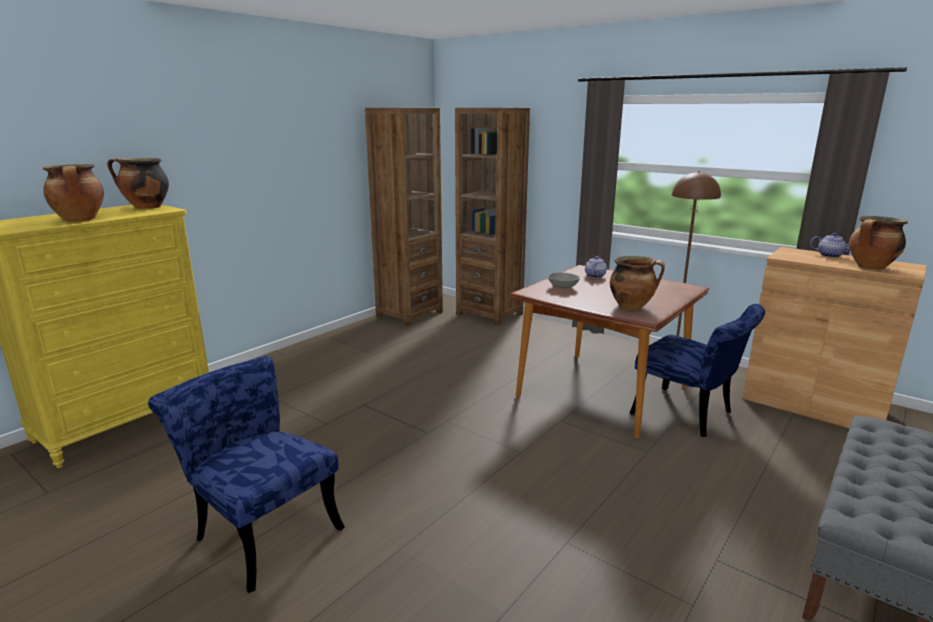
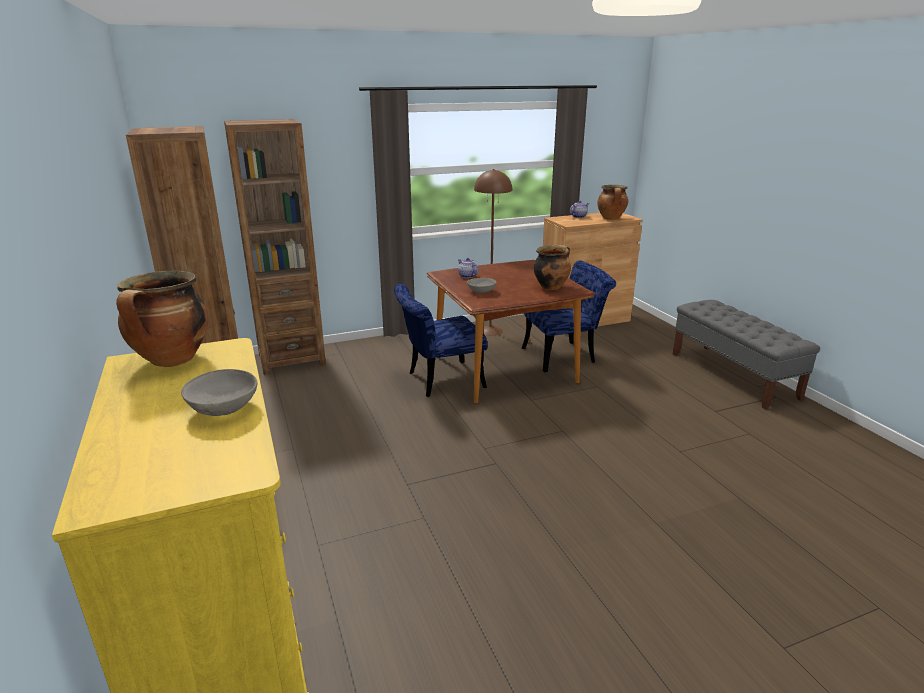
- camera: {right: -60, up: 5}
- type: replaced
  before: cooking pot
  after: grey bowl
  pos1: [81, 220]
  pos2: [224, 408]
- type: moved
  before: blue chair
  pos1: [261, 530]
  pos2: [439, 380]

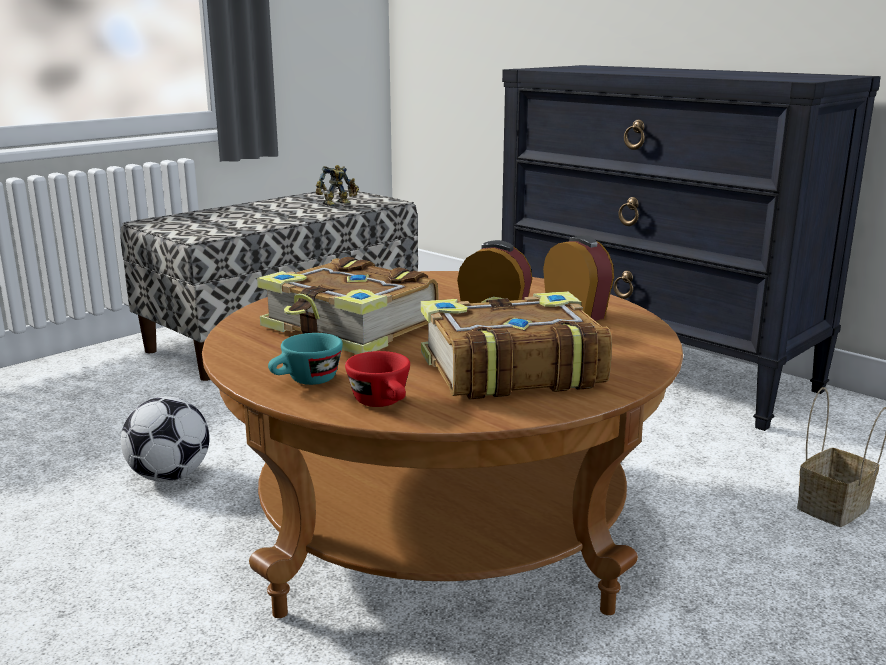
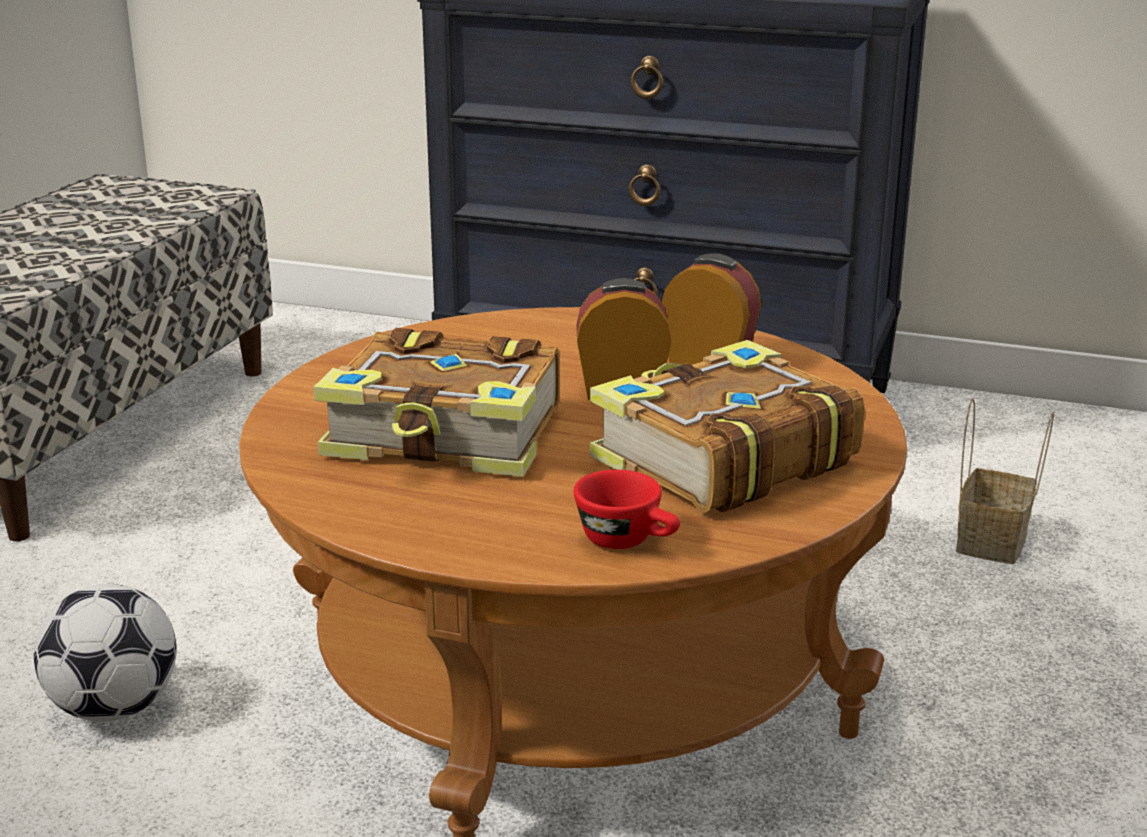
- camera: {right: -25, up: 5}
- type: removed
  before: turquoise cup
  pos1: [306, 381]
- type: removed
  before: toy robot
  pos1: [338, 204]

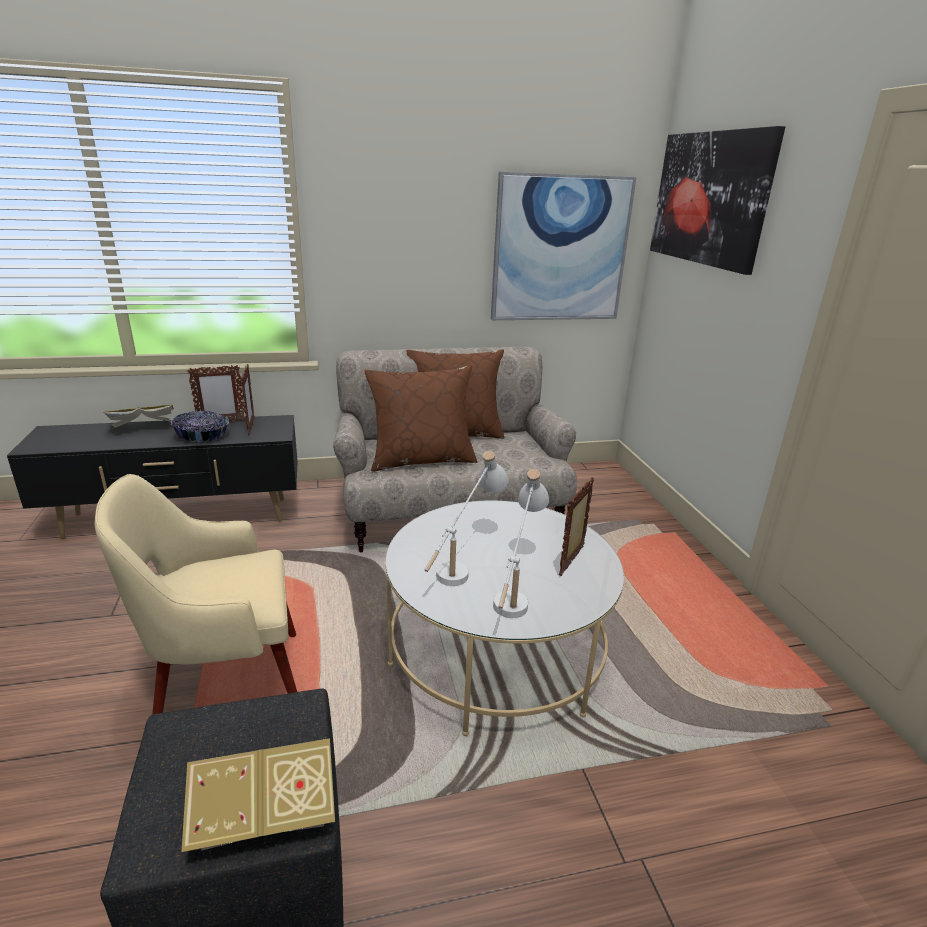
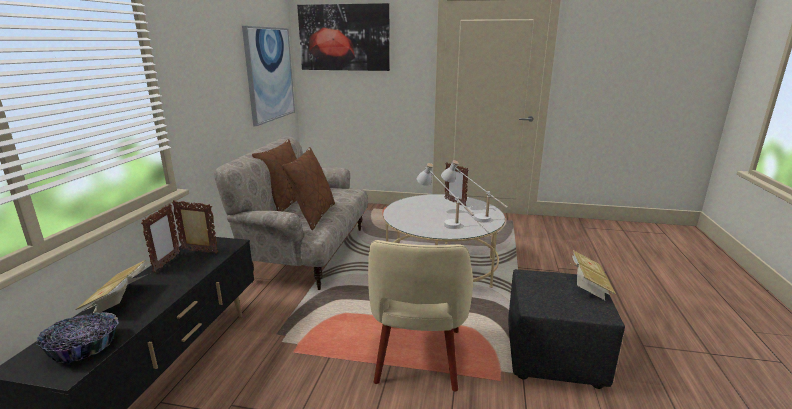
- camera: {right: -65, up: -5}
- type: moved
  before: bowl
  pos1: [202, 436]
  pos2: [84, 348]

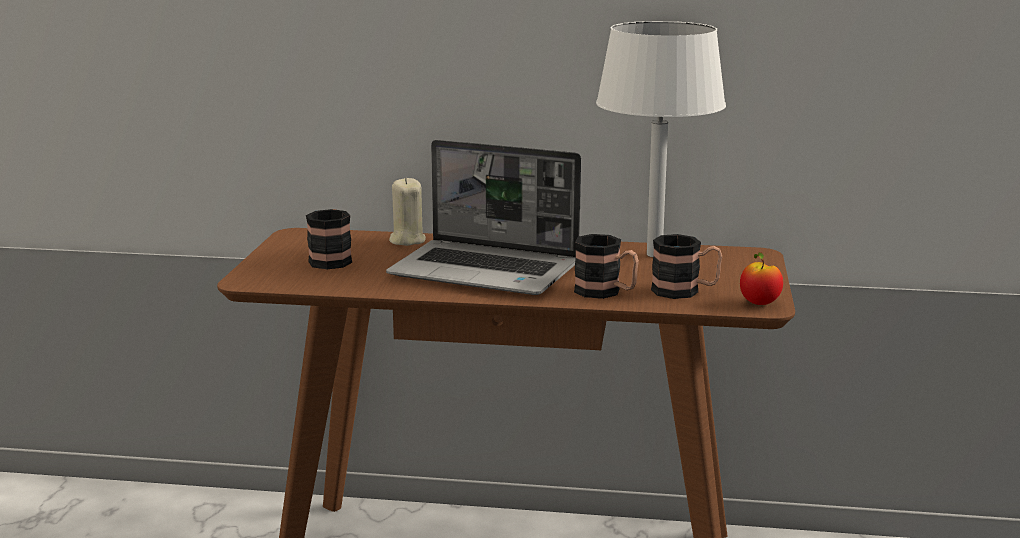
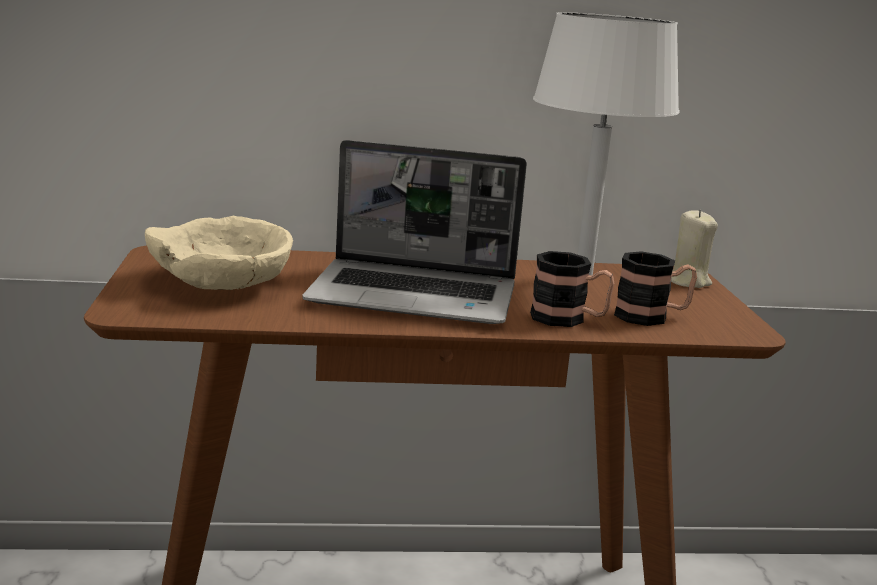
- camera: {right: -15, up: 0}
- type: replaced
  before: mug
  after: beige bowl
  pos1: [331, 259]
  pos2: [220, 282]
- type: moved
  before: beige candle
  pos1: [407, 240]
  pos2: [687, 281]
- type: removed
  before: apple
  pos1: [759, 303]

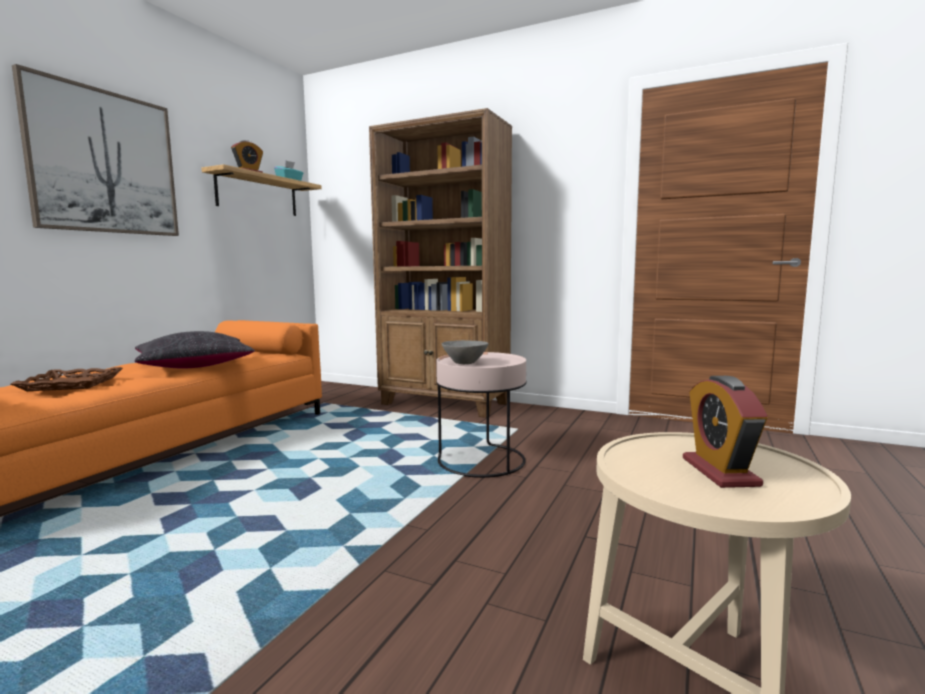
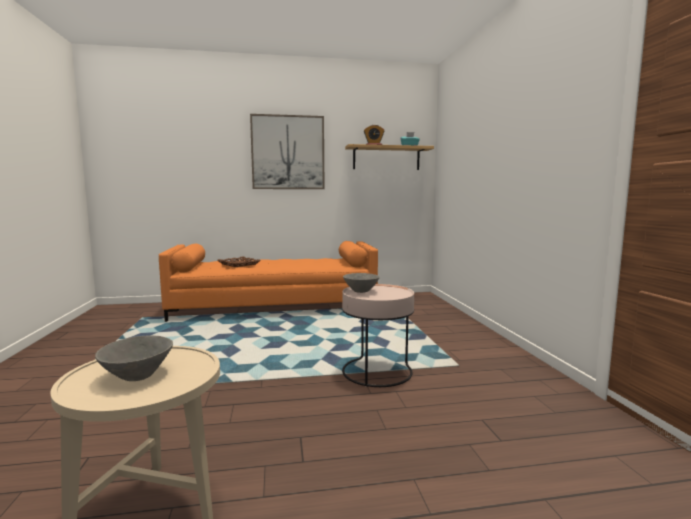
- camera: {right: 55, up: 0}
- type: removed
  before: black pillow
  pos1: [195, 366]
- type: removed
  before: brown bookcase
  pos1: [445, 404]
- type: replaced
  before: alarm clock
  after: grey bowl
  pos1: [719, 472]
  pos2: [137, 376]

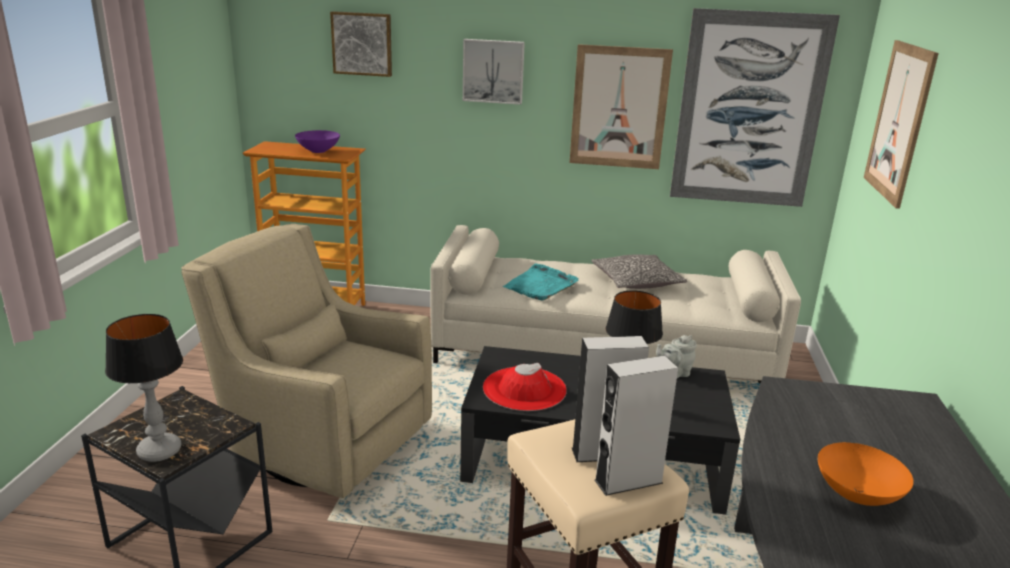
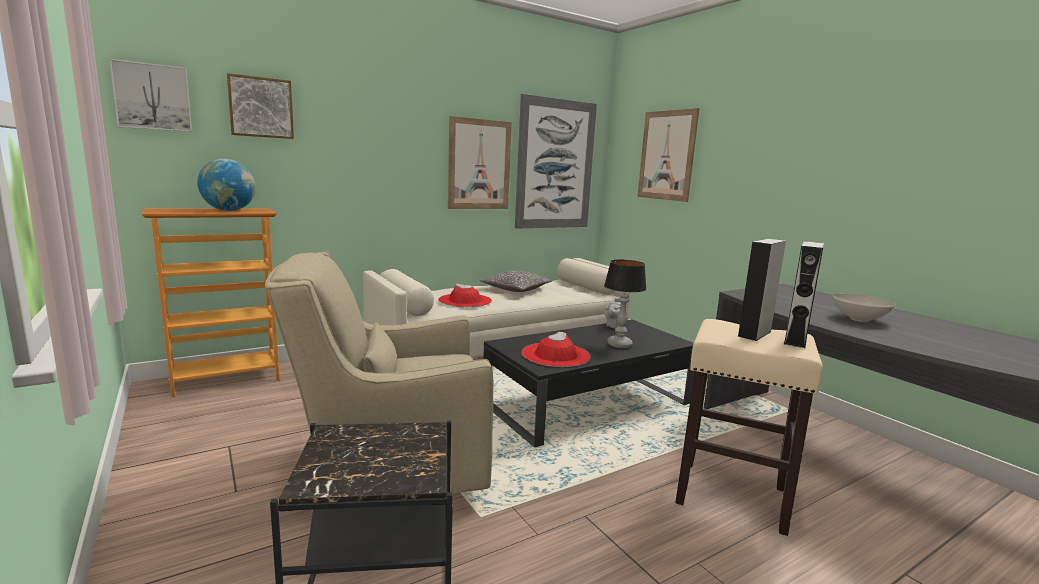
- camera: {right: -40, up: -10}
- type: removed
  before: table lamp
  pos1: [160, 451]
- type: replaced
  before: purple bowl
  after: globe
  pos1: [319, 151]
  pos2: [229, 210]
- type: moved
  before: picture
  pos1: [493, 71]
  pos2: [153, 97]
- type: replaced
  before: turquoise tray
  after: red hat
  pos1: [540, 285]
  pos2: [465, 300]
- type: recoloured
  before: orange bowl
  after: white bowl
  pos1: [858, 495]
  pos2: [858, 319]

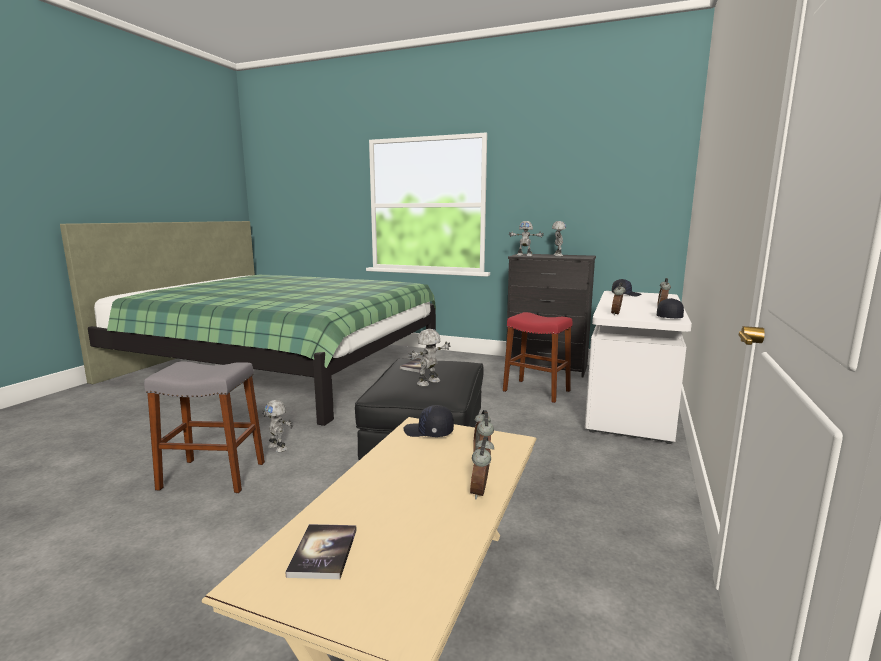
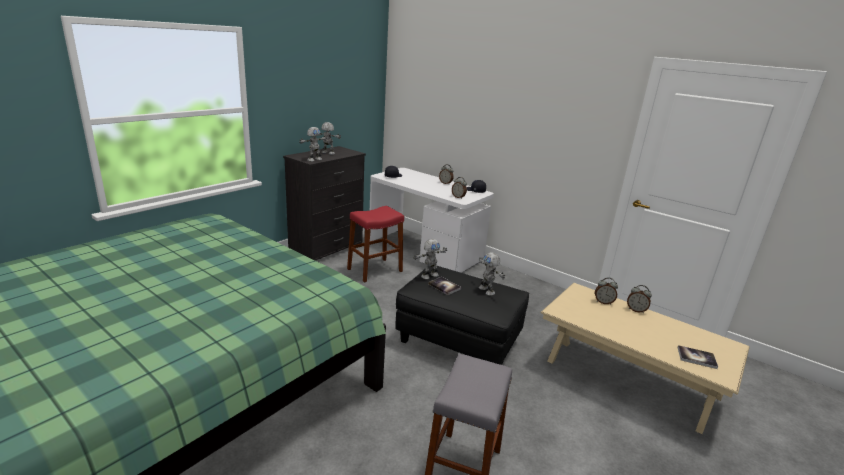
- camera: {right: -75, up: 10}
- type: moved
  before: toy robot
  pos1: [278, 447]
  pos2: [429, 275]
- type: removed
  before: black cap
  pos1: [428, 432]

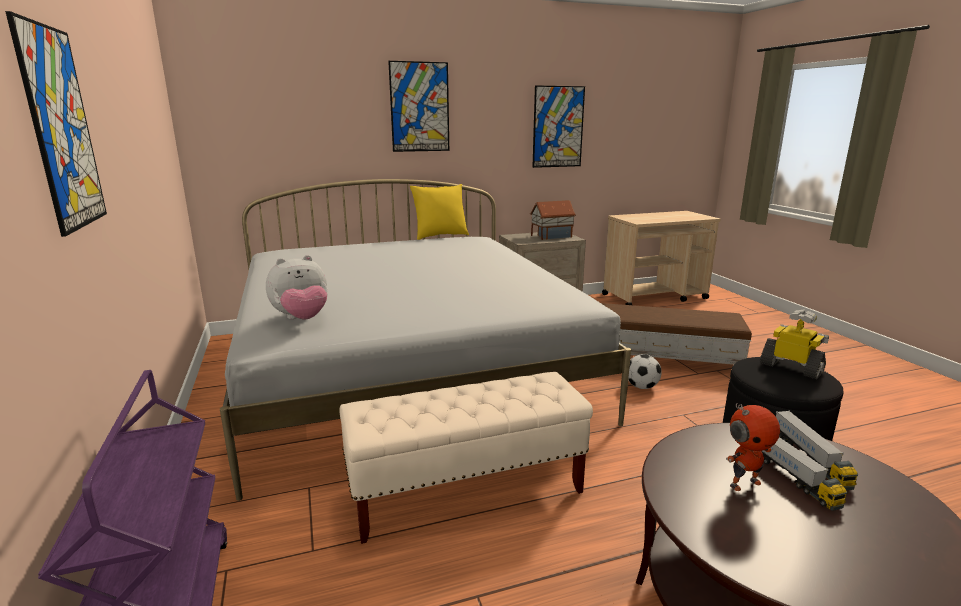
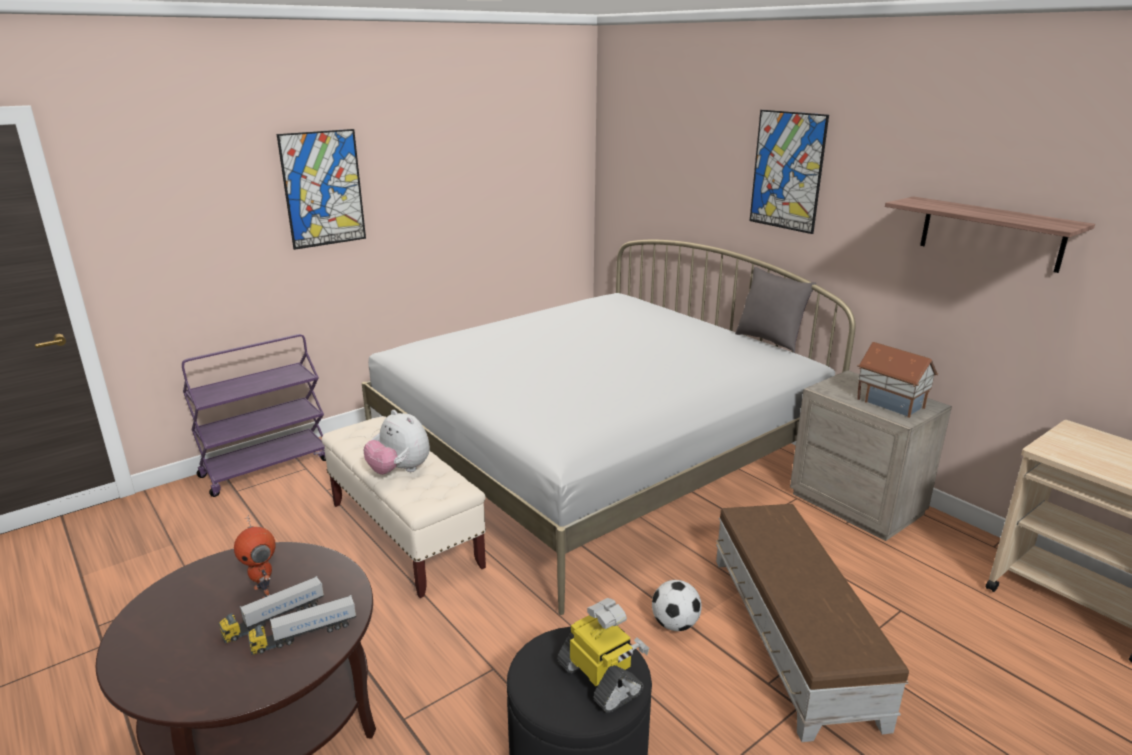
- camera: {right: 70, up: 5}
- type: moved
  before: plush toy
  pos1: [302, 319]
  pos2: [399, 471]
- type: recoloured
  before: yellow pillow
  after: grey pillow
  pos1: [440, 236]
  pos2: [770, 340]
- type: replaced
  before: picture
  after: shelf
  pos1: [558, 127]
  pos2: [991, 233]
- type: turned
  before: toy robot
  pos1: [792, 368]
  pos2: [601, 679]
  turn: -60

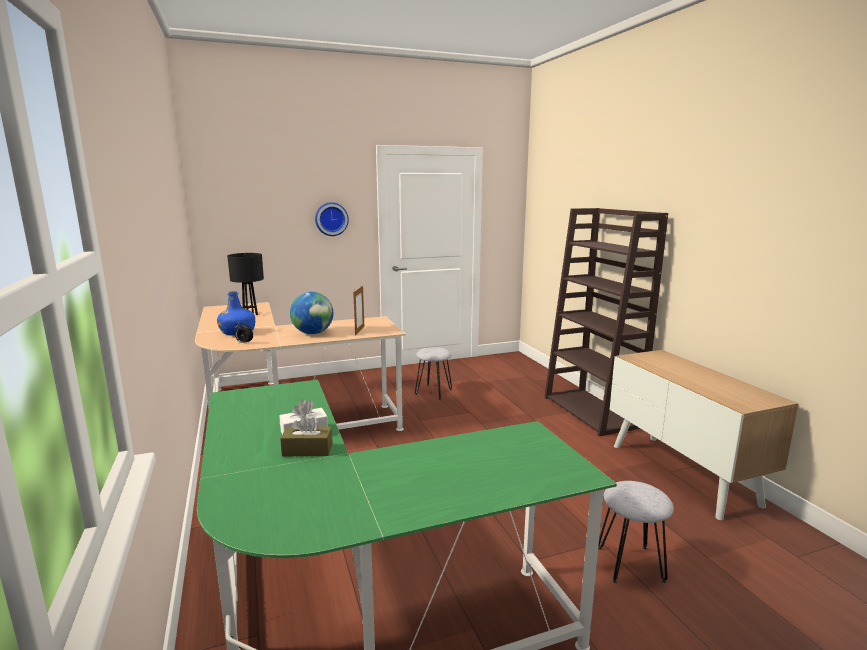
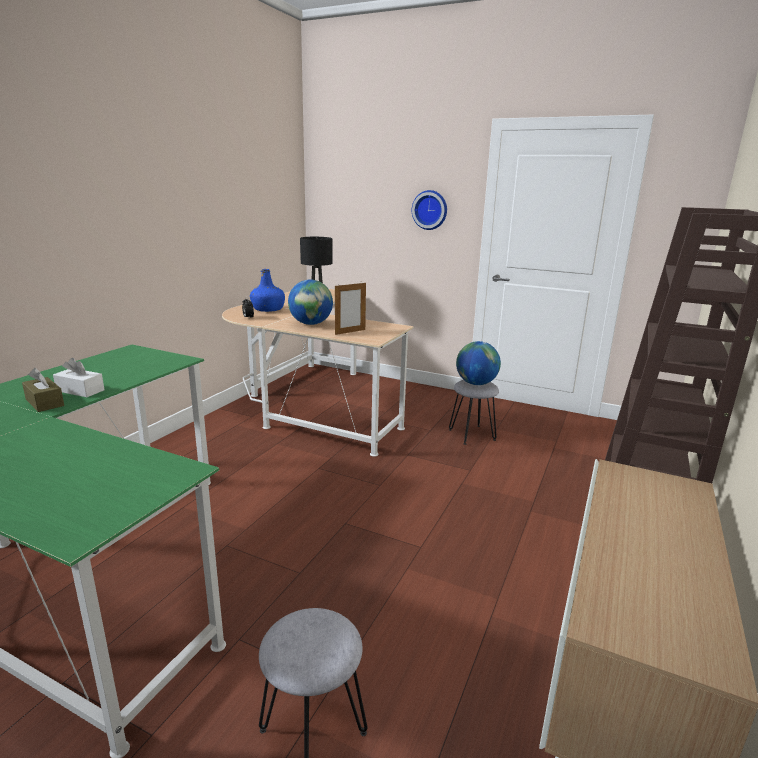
- camera: {right: 45, up: 5}
- type: added
  after: globe
  pos2: [476, 383]

